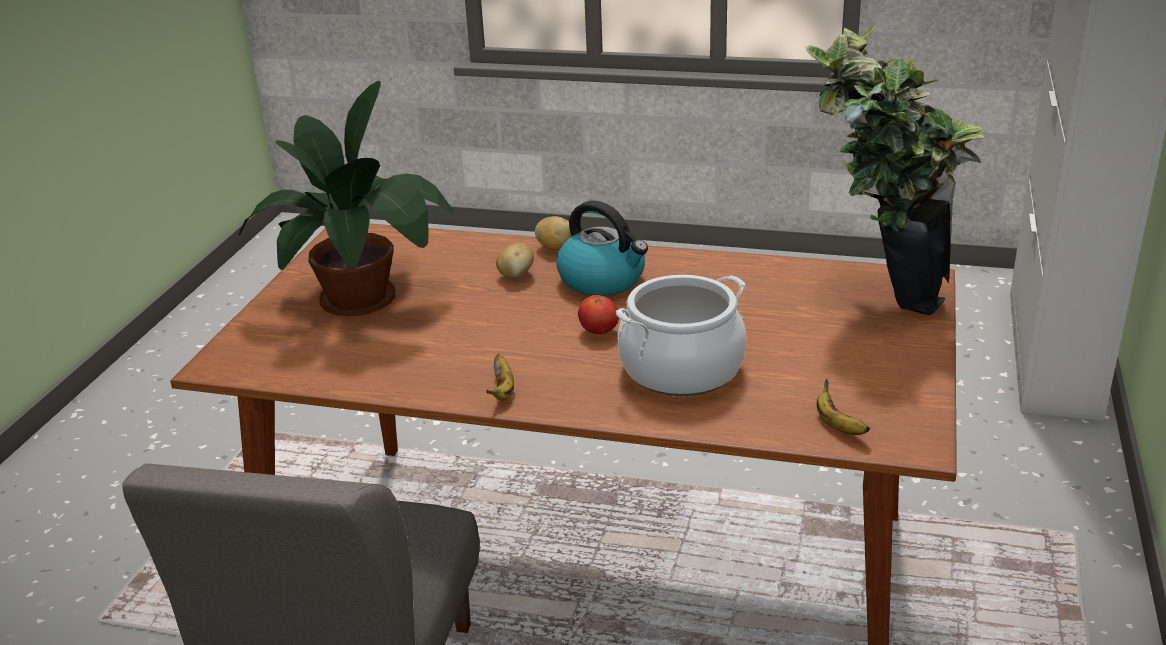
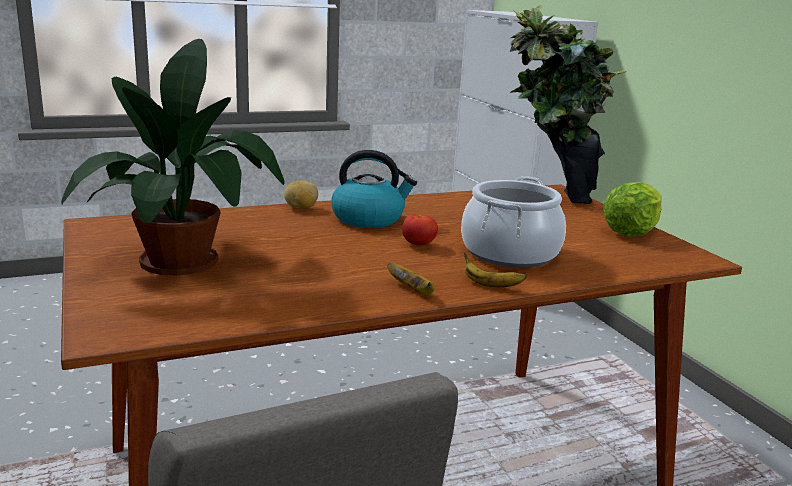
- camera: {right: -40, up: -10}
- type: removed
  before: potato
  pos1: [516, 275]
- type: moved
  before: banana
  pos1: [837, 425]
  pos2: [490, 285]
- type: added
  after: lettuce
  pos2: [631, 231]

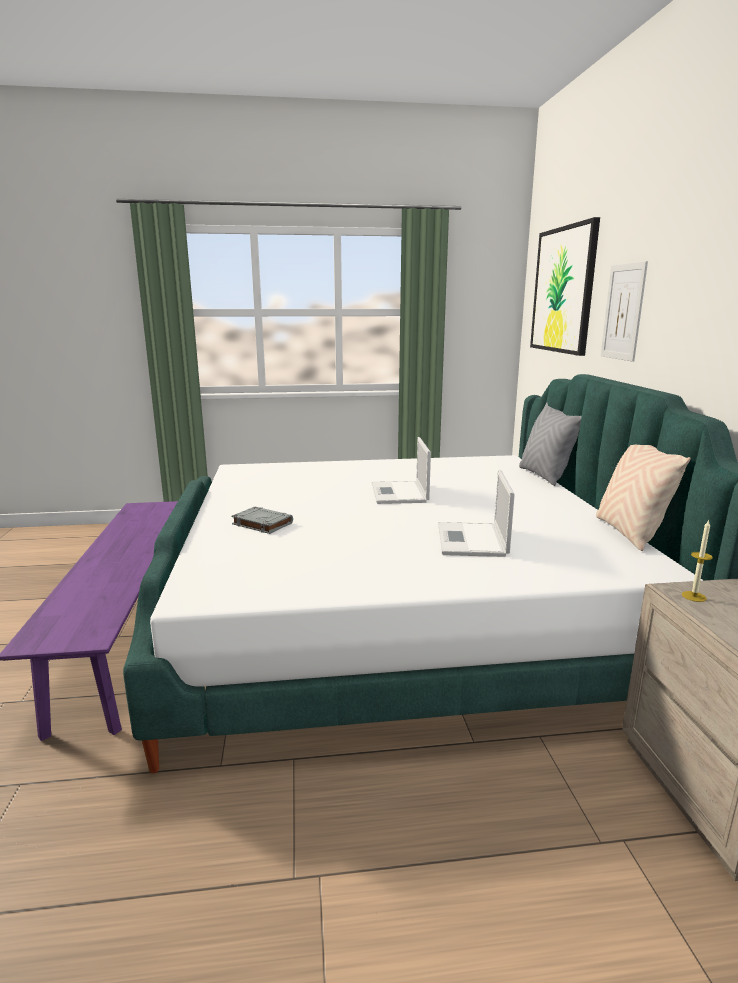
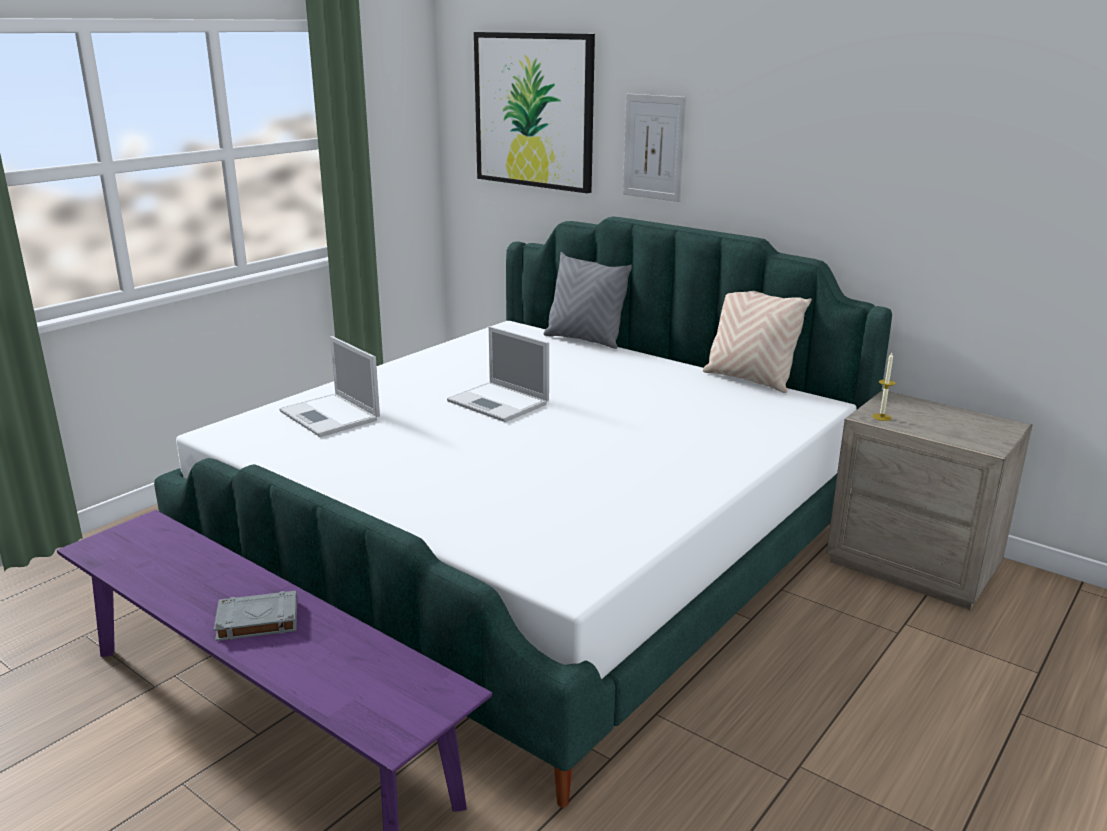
- camera: {right: -45, up: 5}
- type: moved
  before: grey book
  pos1: [261, 524]
  pos2: [256, 621]
- type: moved
  before: laptop
  pos1: [472, 541]
  pos2: [331, 416]

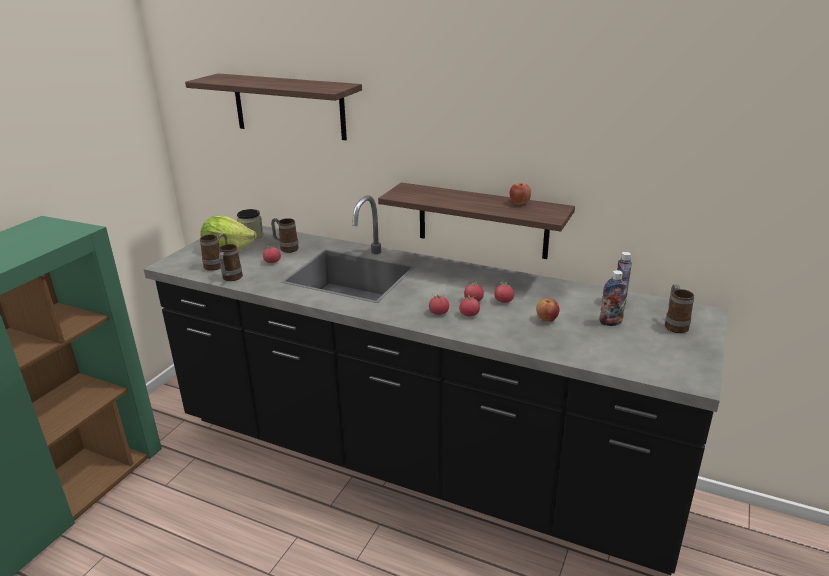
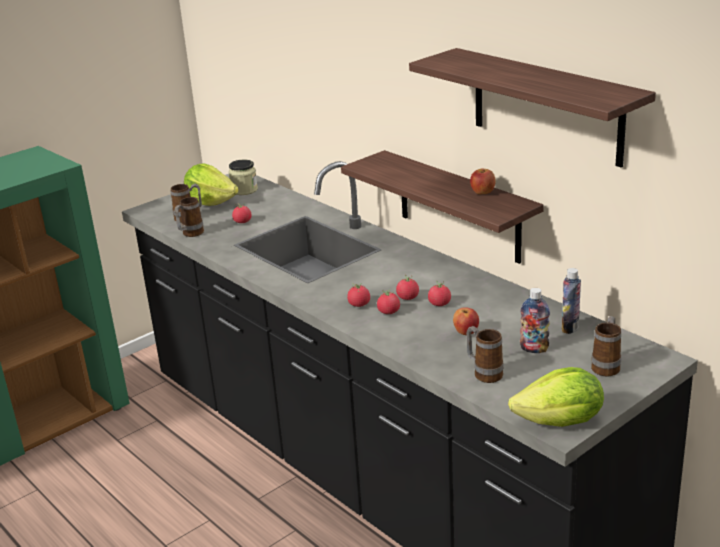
- camera: {right: 25, up: 0}
- type: moved
  before: shelf
  pos1: [289, 106]
  pos2: [546, 106]
- type: moved
  before: mug
  pos1: [286, 248]
  pos2: [484, 373]
- type: added
  after: lettuce
  pos2: [560, 422]

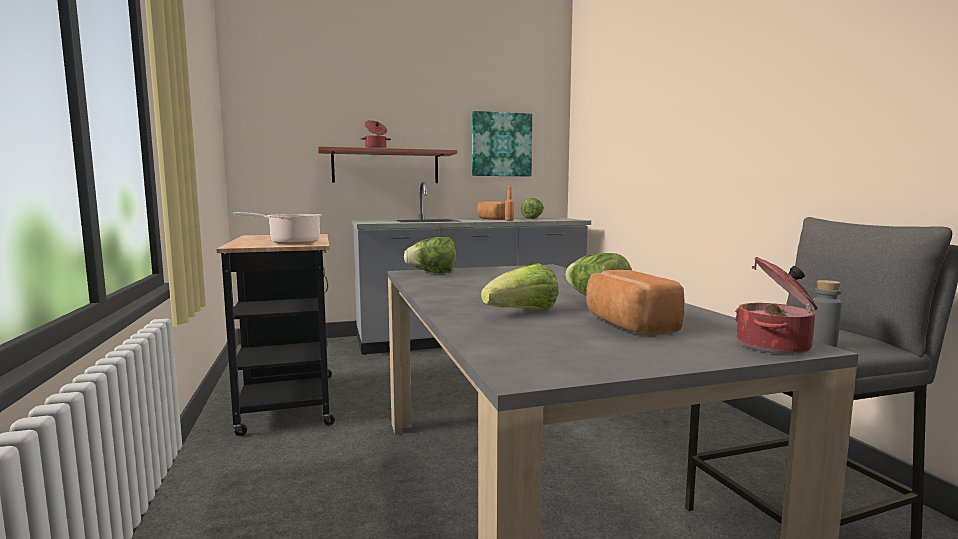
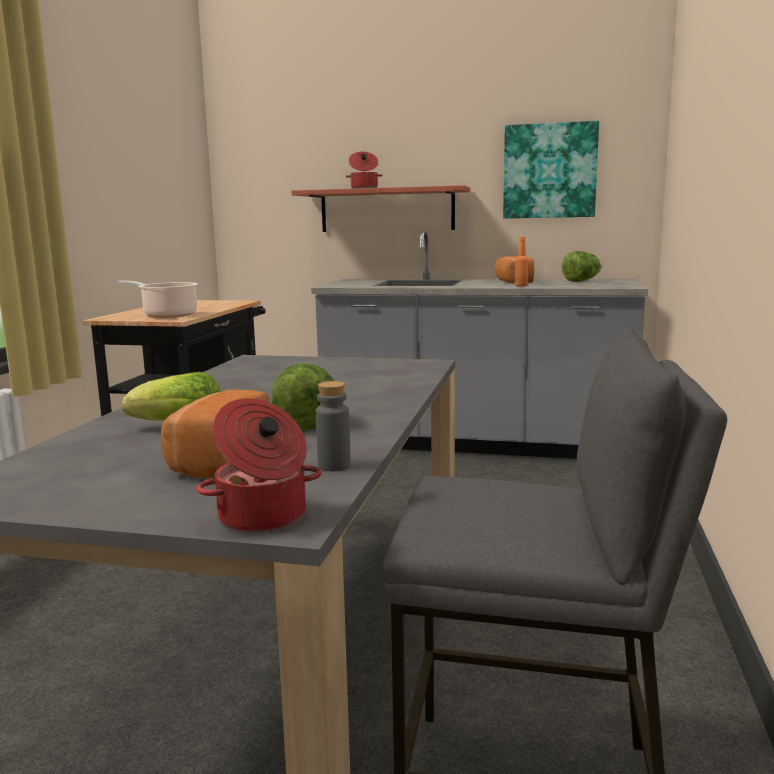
- camera: {right: 30, up: 5}
- type: removed
  before: lettuce
  pos1: [432, 273]
- type: moved
  before: grey bottle
  pos1: [822, 344]
  pos2: [334, 466]

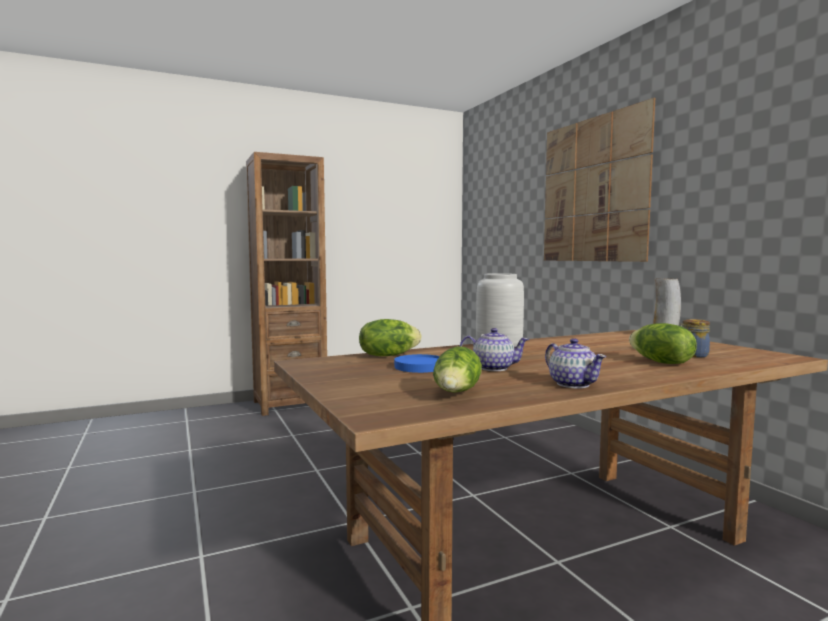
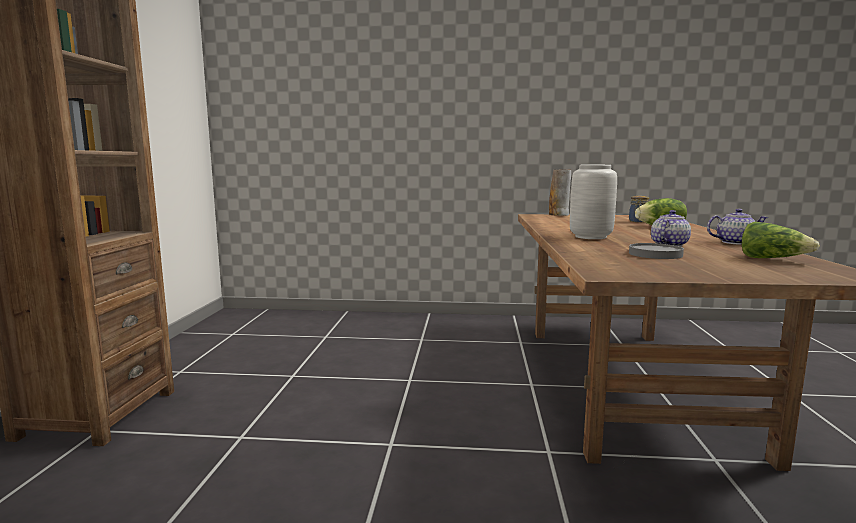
- camera: {right: -60, up: 5}
- type: removed
  before: lettuce
  pos1: [388, 355]
- type: recoloured
  before: blue plate
  after: grey plate
  pos1: [420, 367]
  pos2: [655, 254]
- type: removed
  before: picture
  pos1: [593, 190]

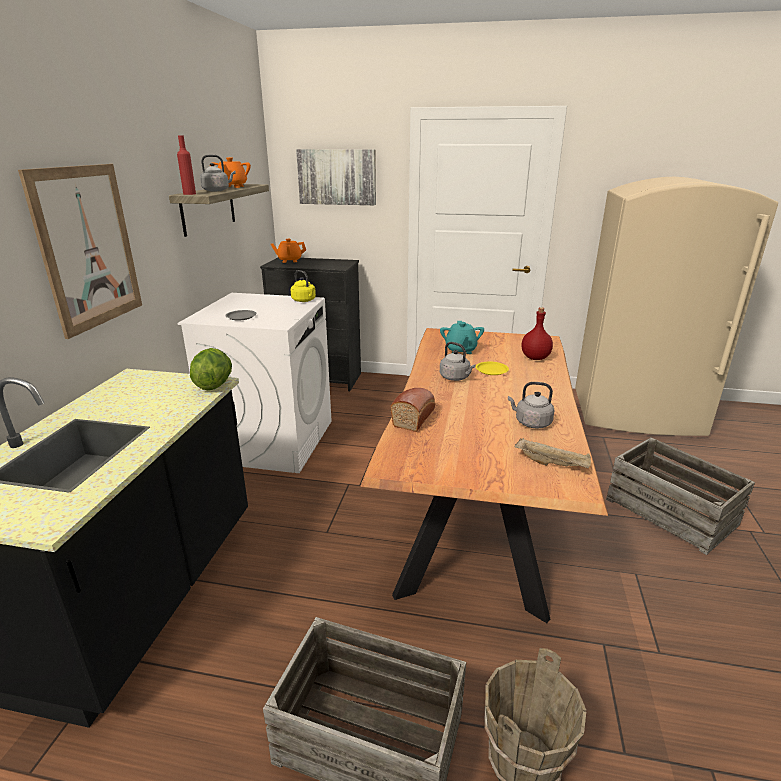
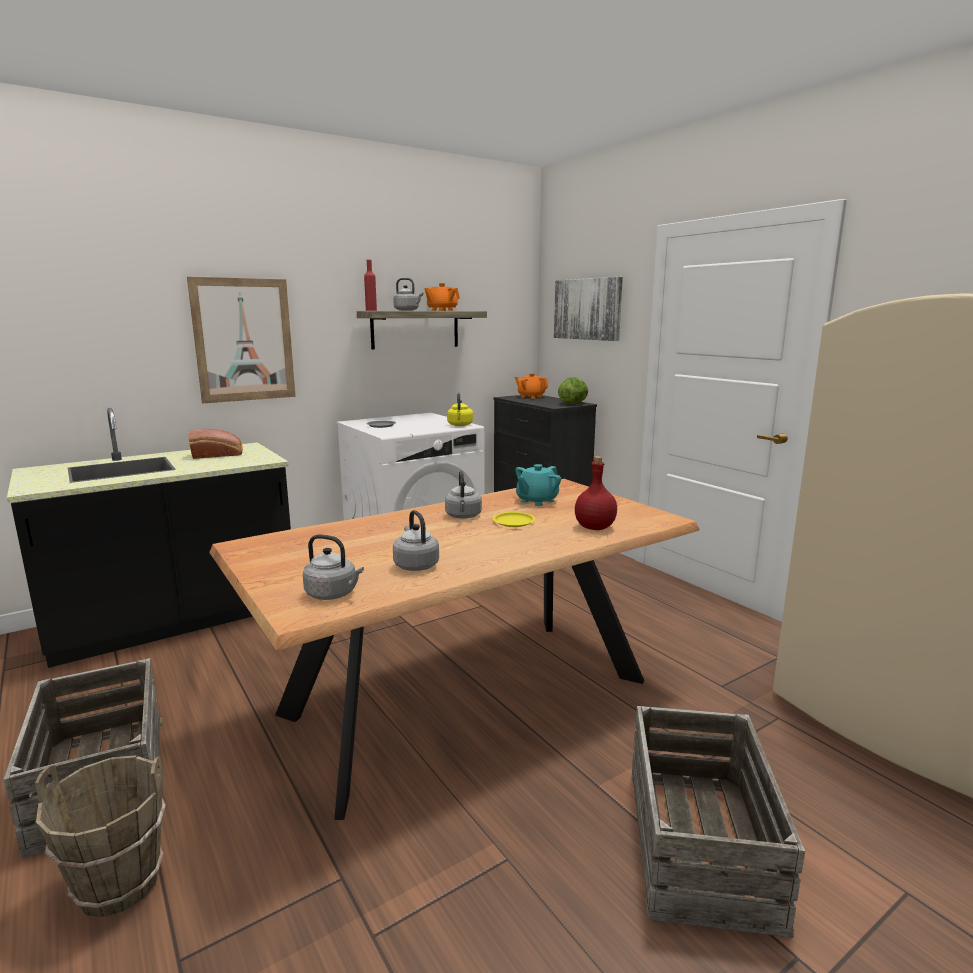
- camera: {right: 45, up: -10}
- type: moved
  before: lettuce
  pos1: [214, 385]
  pos2: [573, 403]
- type: moved
  before: bread
  pos1: [414, 417]
  pos2: [218, 455]
- type: replaced
  before: beige tray
  after: grey kettle
  pos1: [552, 464]
  pos2: [333, 594]

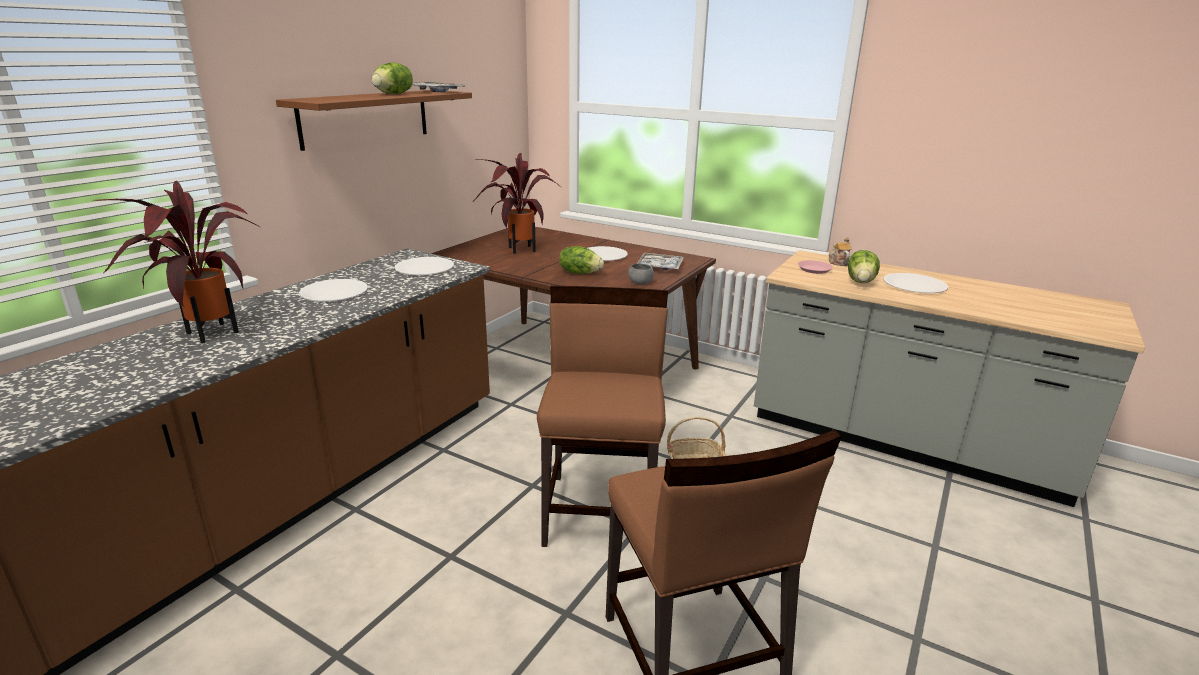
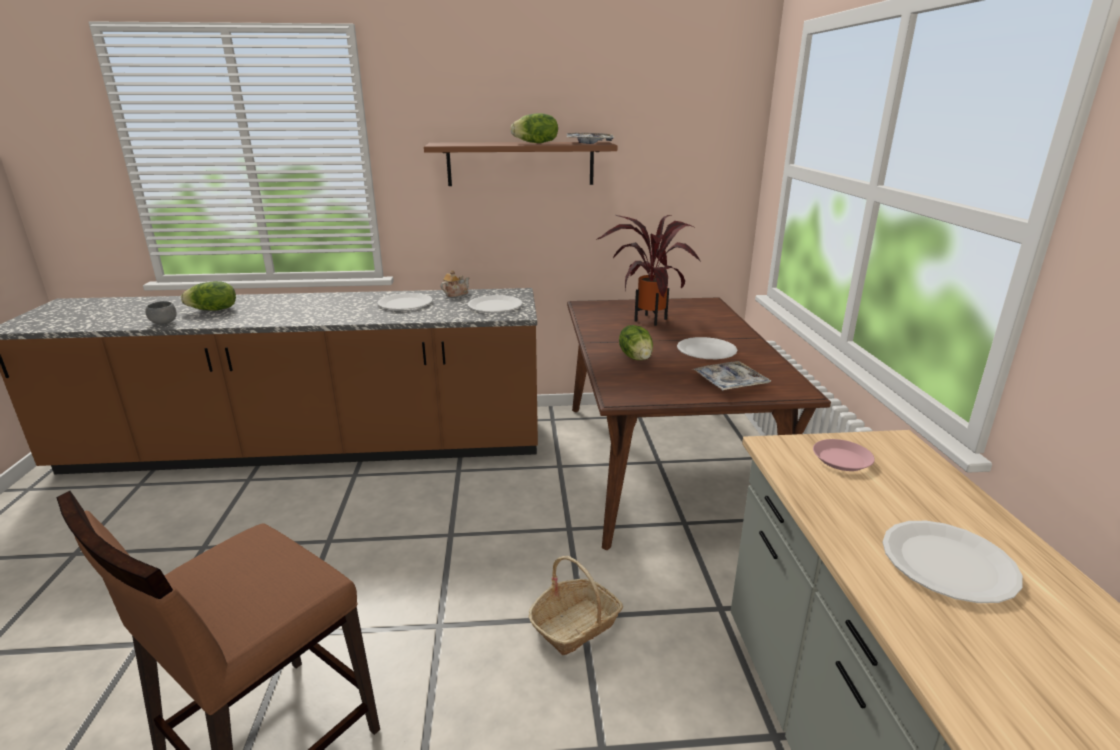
- camera: {right: 55, up: 0}
- type: removed
  before: potted plant
  pos1: [206, 333]
- type: removed
  before: brown chair
  pos1: [602, 511]
- type: moved
  before: grey bowl
  pos1: [640, 283]
  pos2: [164, 323]
- type: moved
  before: teapot
  pos1: [837, 262]
  pos2: [455, 294]
- type: moved
  before: lettuce
  pos1: [861, 281]
  pos2: [213, 310]

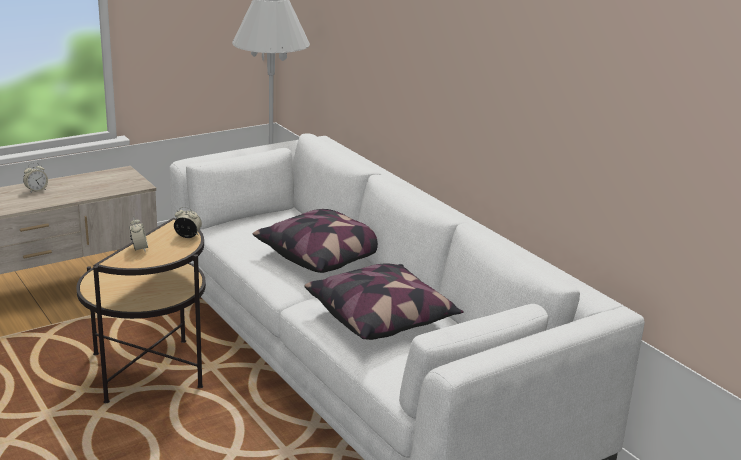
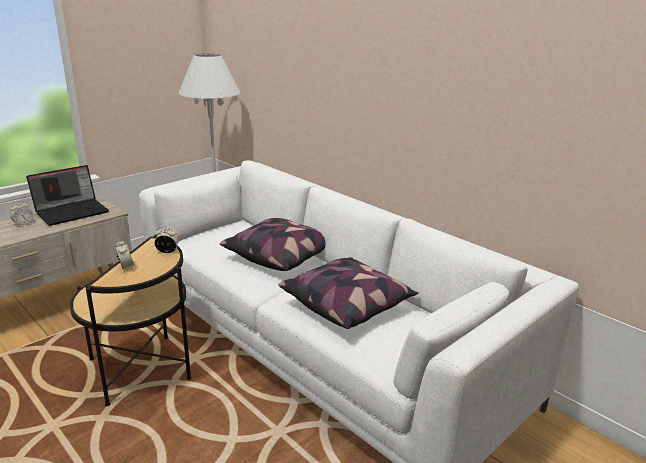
- camera: {right: -10, up: 0}
- type: added
  after: laptop
  pos2: [72, 211]

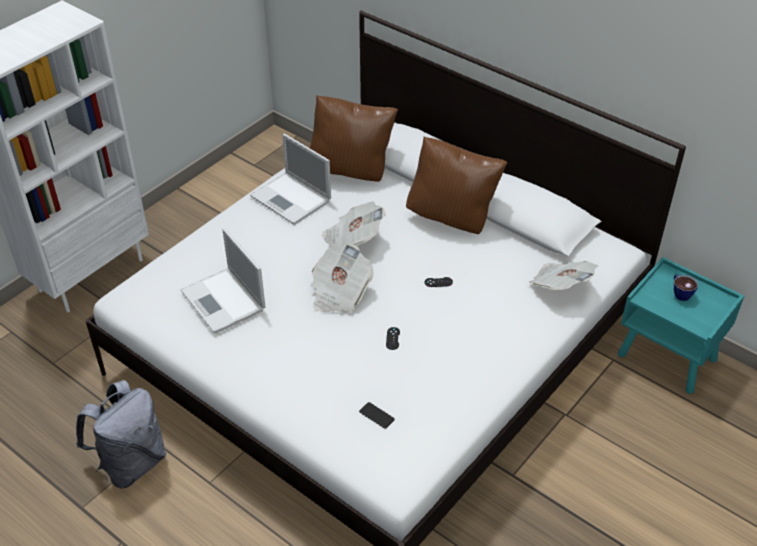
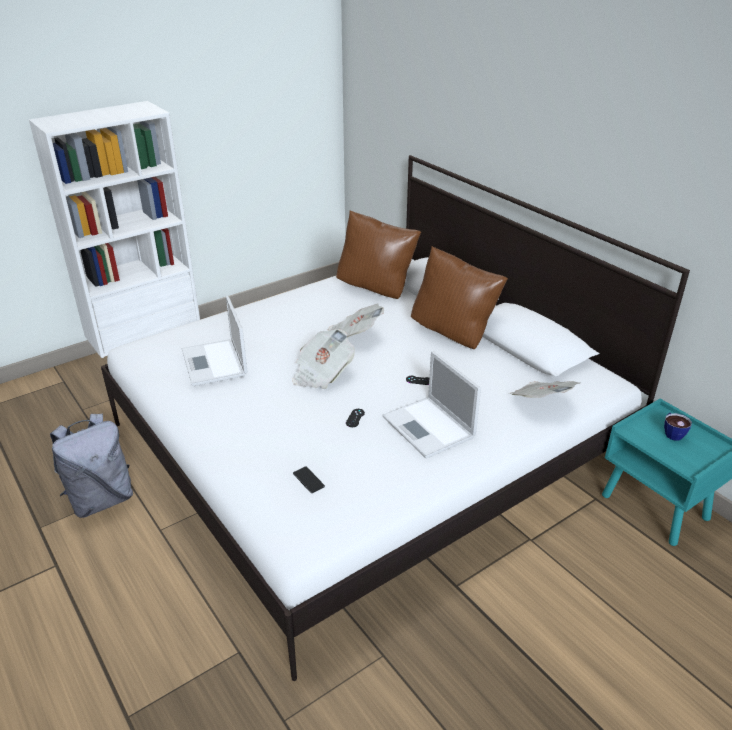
- camera: {right: 15, up: -10}
- type: moved
  before: laptop
  pos1: [292, 199]
  pos2: [429, 428]

